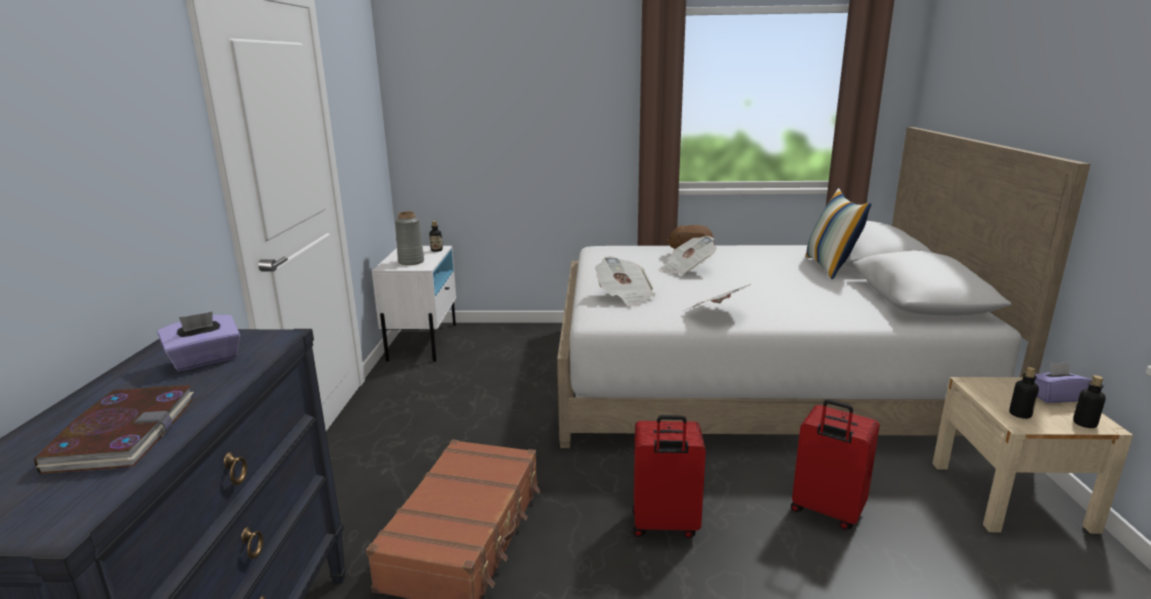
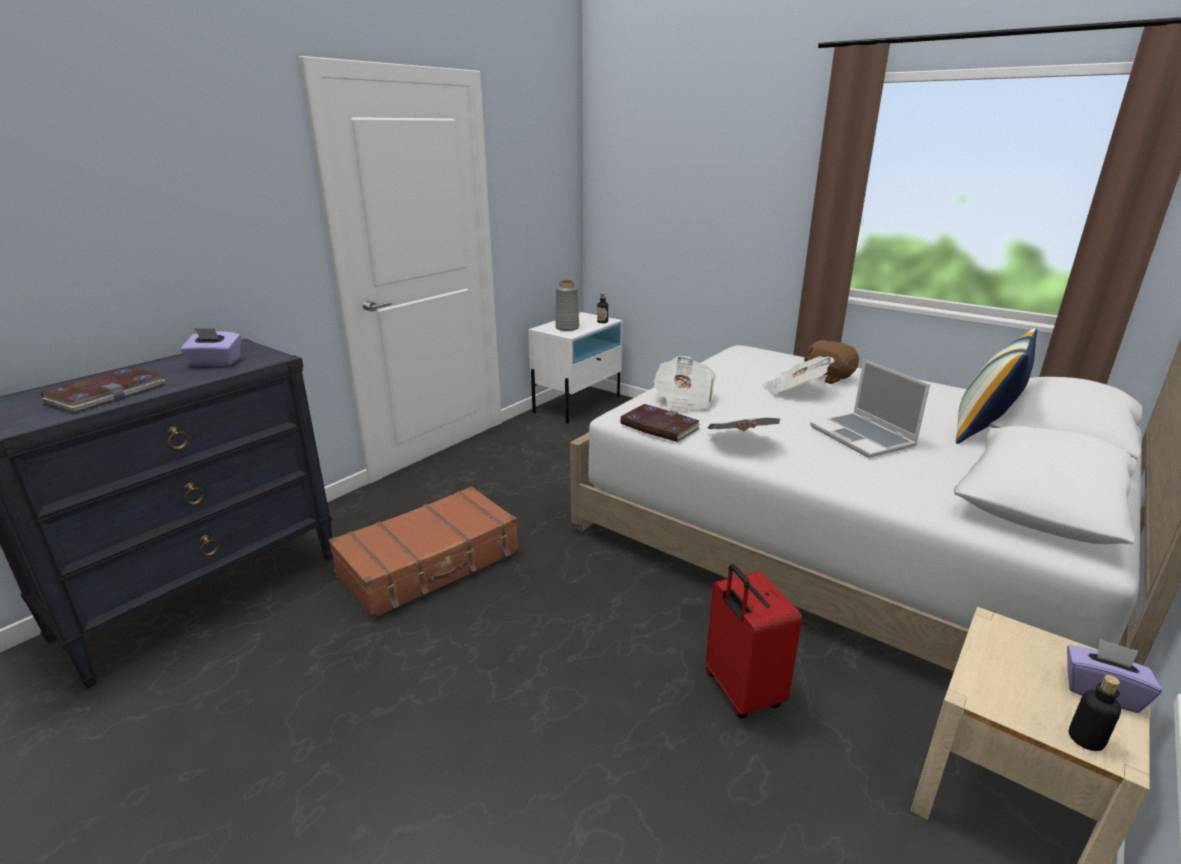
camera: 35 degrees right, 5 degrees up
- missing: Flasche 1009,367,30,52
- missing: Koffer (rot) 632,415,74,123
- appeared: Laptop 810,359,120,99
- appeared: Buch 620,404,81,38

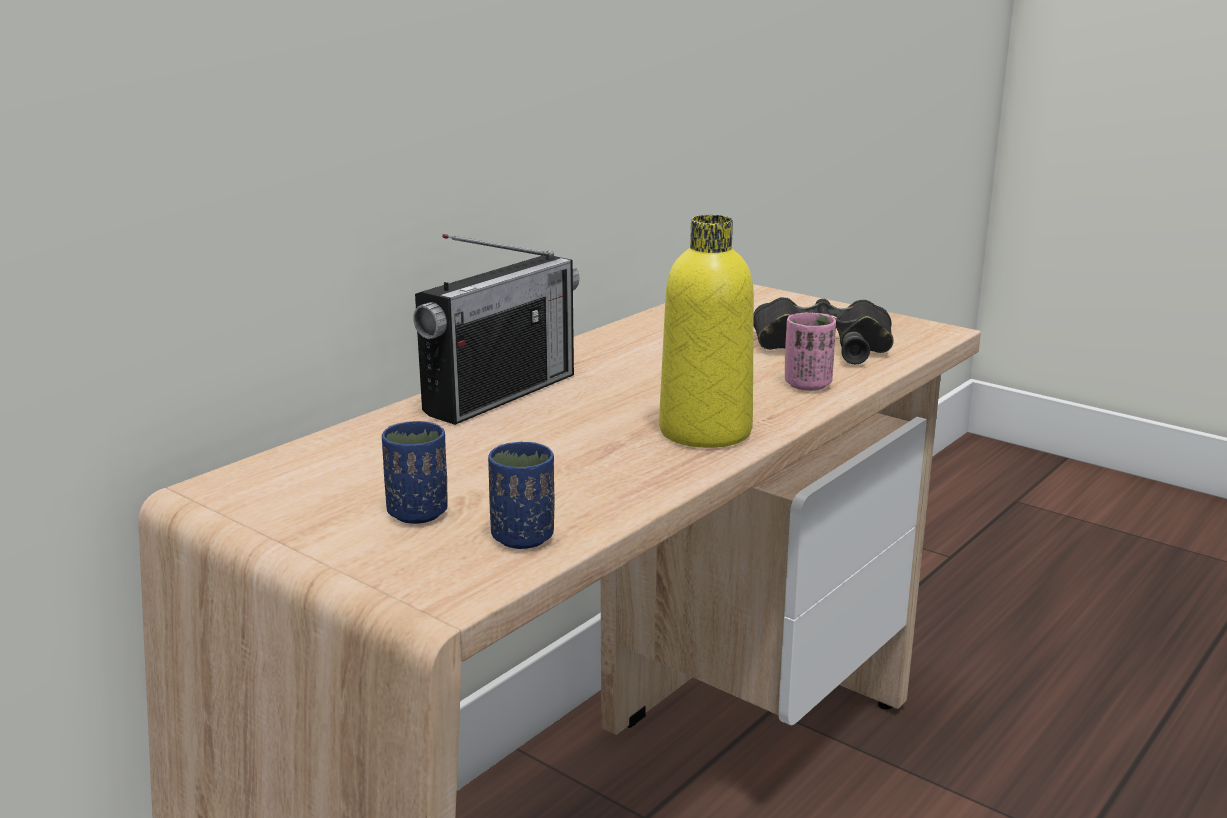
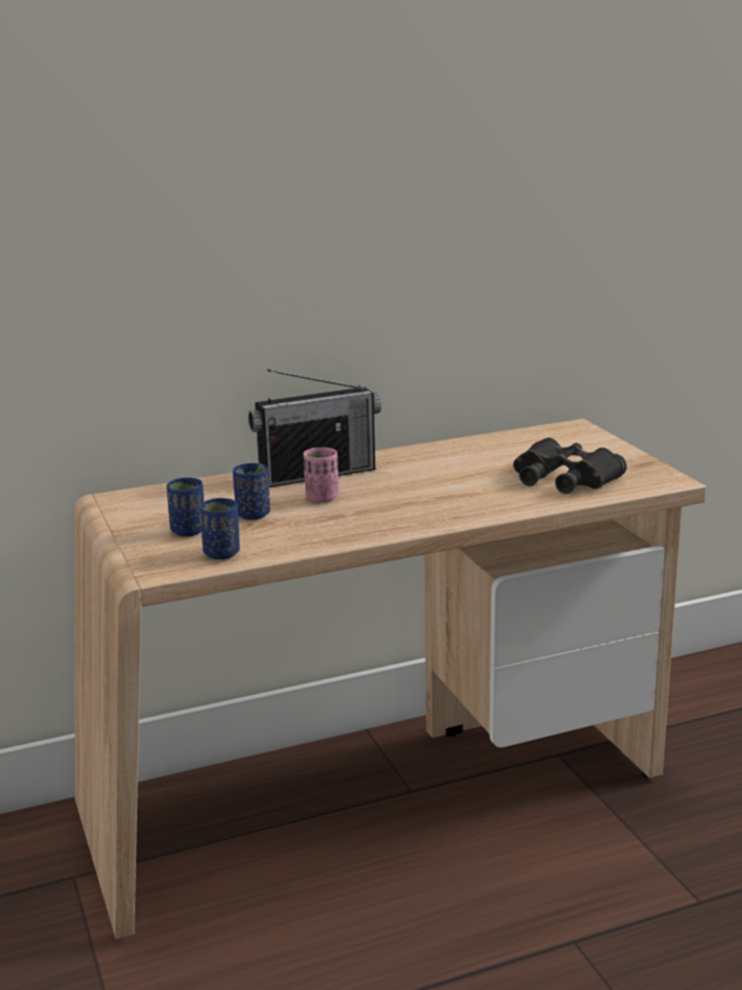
camera: 30 degrees right, 0 degrees up
- missing: Flasche (gelb) 659,215,95,233
- relocated: Tasse (rosa) 785,313,51,78 to 303,447,36,55
- appeared: Tasse (blau) 233,463,37,57

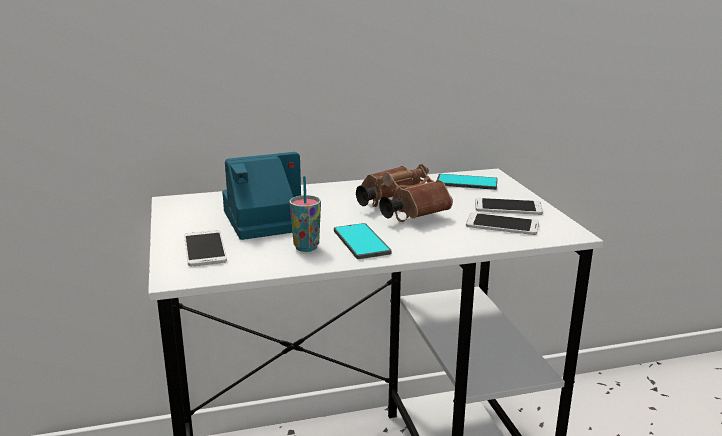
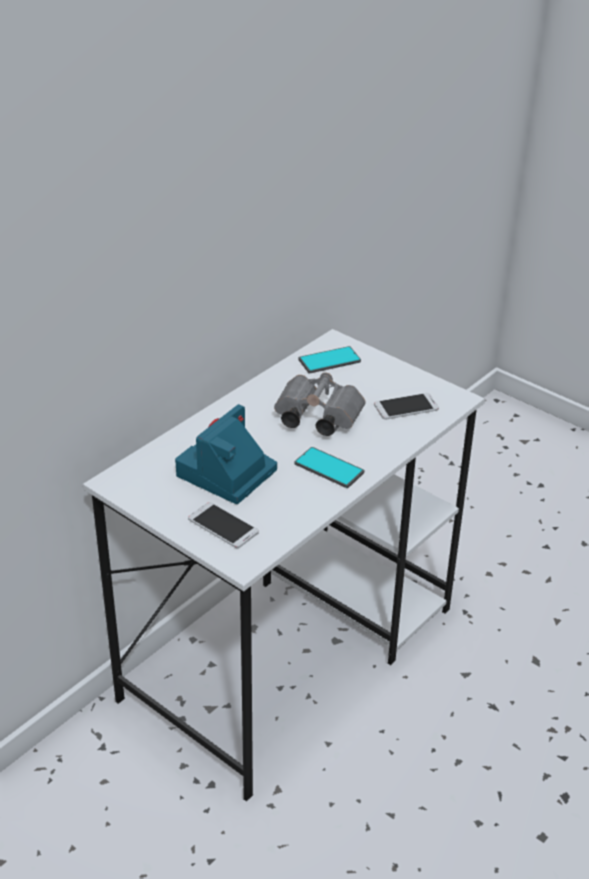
camera: 35 degrees left, 15 degrees up
- colour: Fernglas (braun) 356,164,97,58 to Fernglas (grau) 274,373,92,63
- missing: Tasse 289,176,32,76
- missing: Handy 475,198,68,17

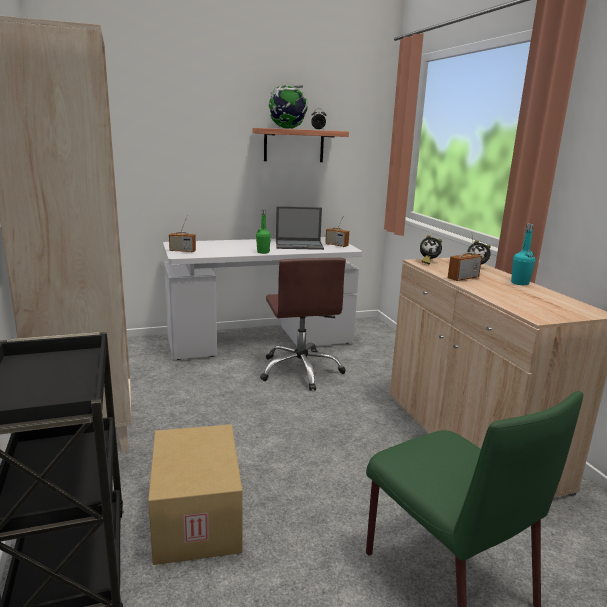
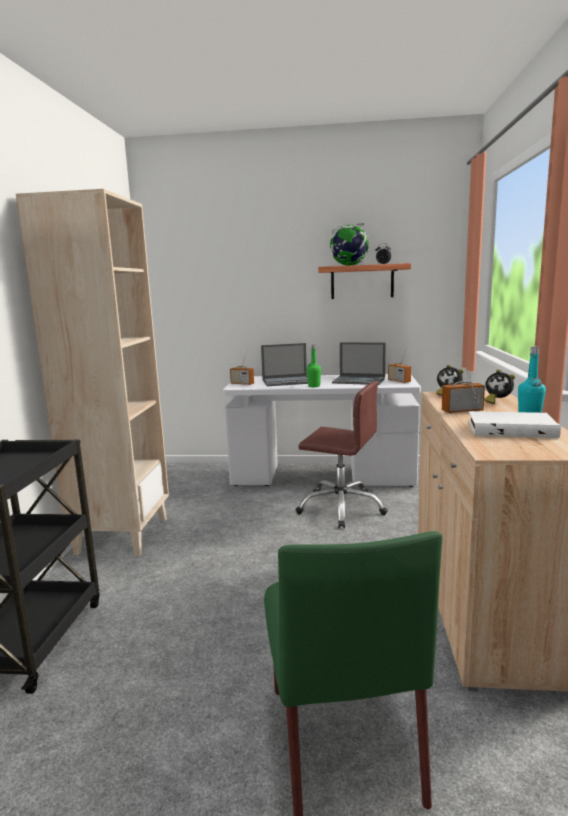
camera: 25 degrees right, 5 degrees down
- spun: Bürostuhl (braun) 260,258,86,133 = 295,381,93,147 75 degrees counterclockwise
- missing: Karton 148,424,95,141
- appeared: Laptop 261,343,47,43
- appeared: Buch (weiß) 468,411,93,27

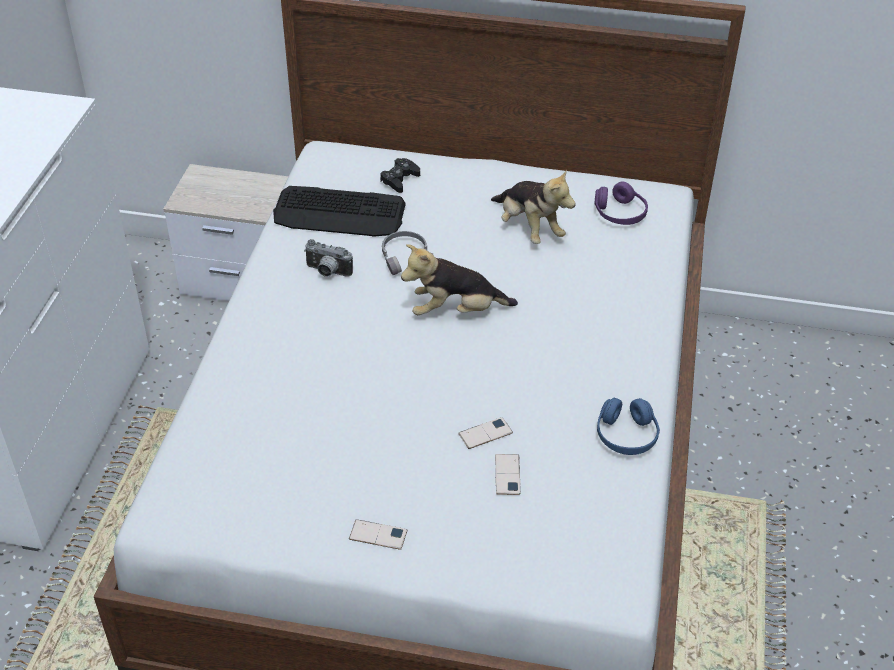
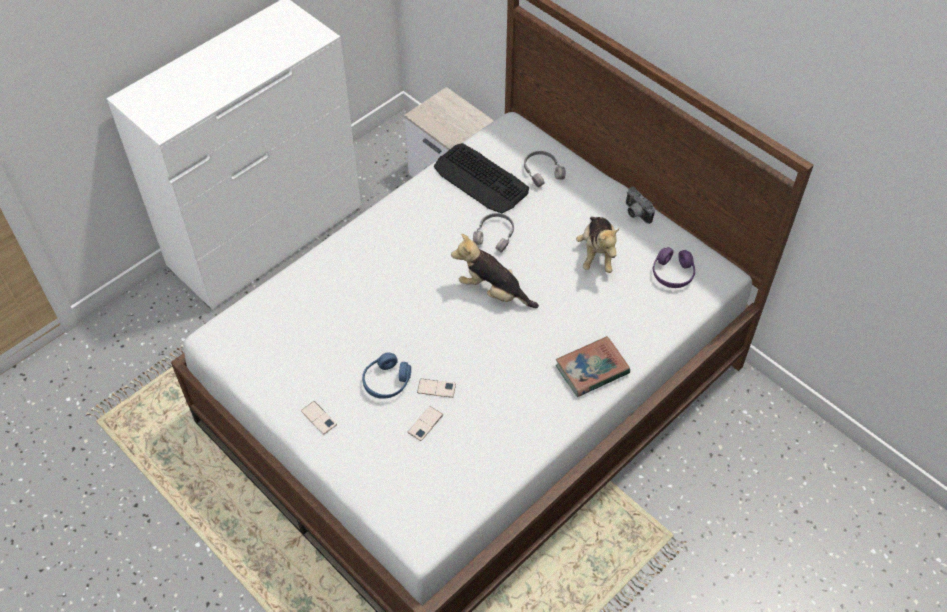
camera: 35 degrees right, 10 degrees up
- exchanged: Gamepad (schwarz) 380,158,40,35 to Kopfhörer (grau) 524,151,42,36
- relocated: Kamera 304,239,49,38 to 626,187,29,37
- relocated: Kopfhörer (blau) 597,397,63,58 to 362,353,49,46
- appeared: Buch 556,336,74,61

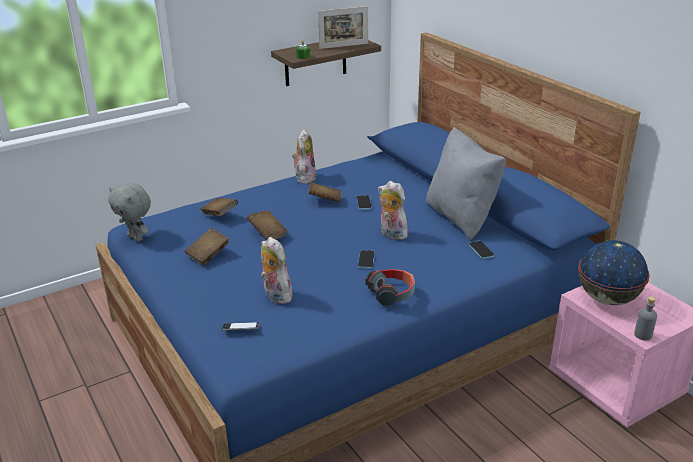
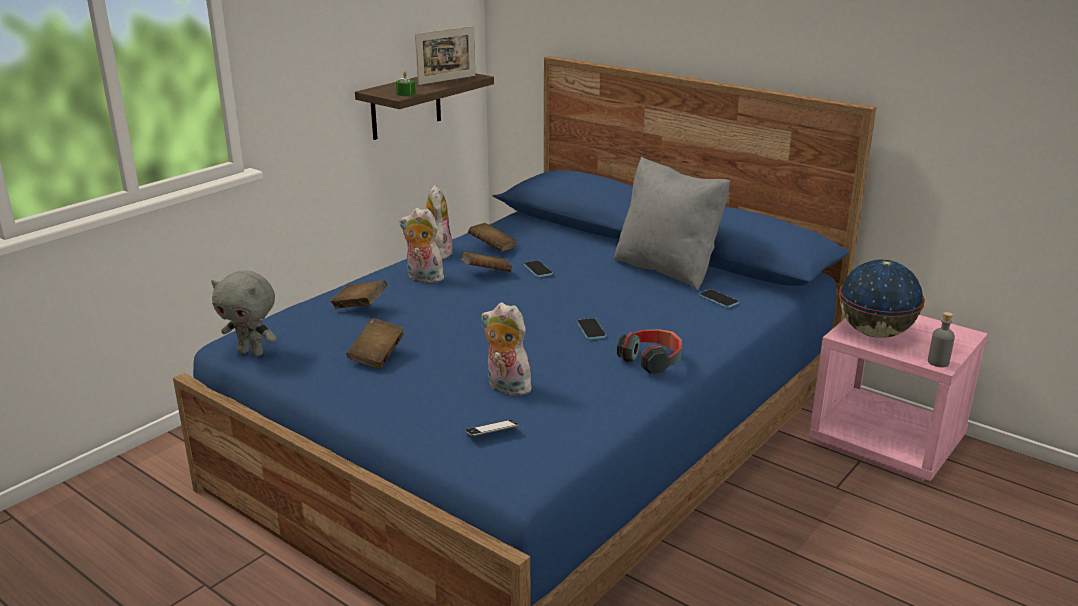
camera: 20 degrees left, 5 degrees down
- relocated: Plüschtier 378,181,30,59 to 400,208,46,75
- relocated: Buch (braun) 247,210,41,31 to 468,223,49,29

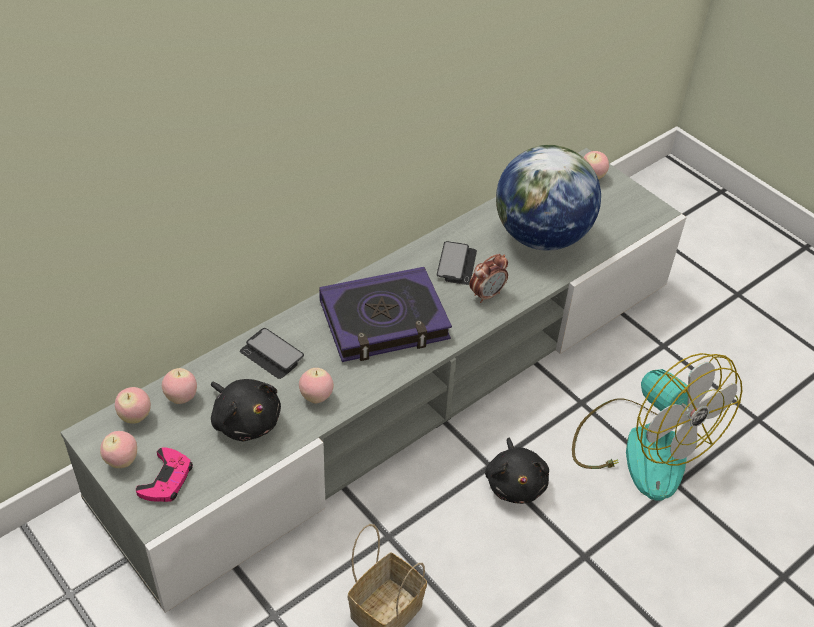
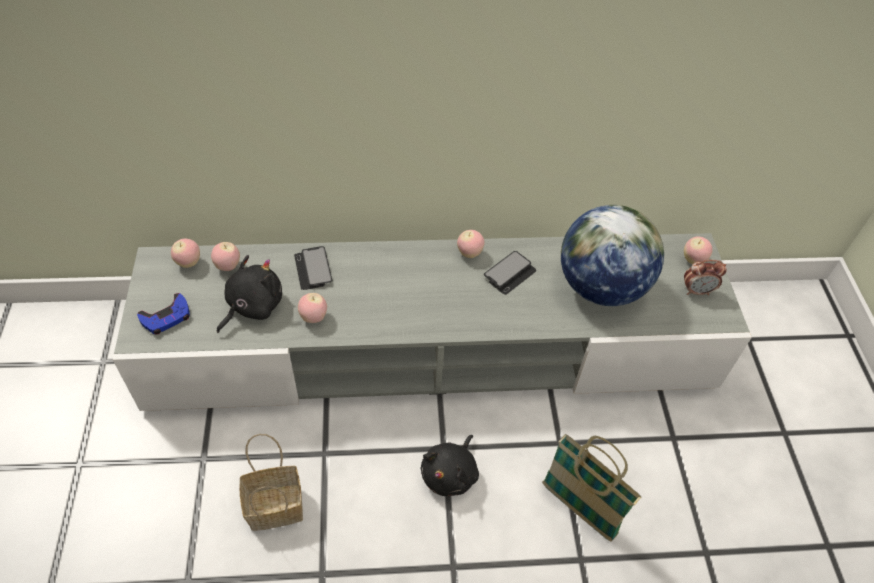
camera: 35 degrees right, 5 degrees up
- relocated: Wecker 469,254,39,49 to 684,260,43,35
- missing: Buch 319,267,133,95
- exchanged: Ventilator 572,353,170,148 to Korb 542,434,99,107
- spun: Plüschtier (schwarz) 211,379,70,62 = 217,255,65,78 135 degrees counterclockwise
- relocated: Apfel 100,431,37,37 to 457,230,28,28
- colour: Gamepad (rosa) 136,447,57,55 to Gamepad (blau) 137,293,53,42

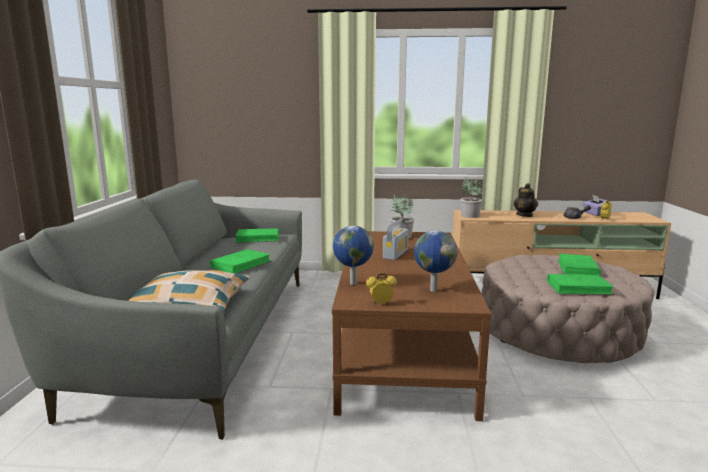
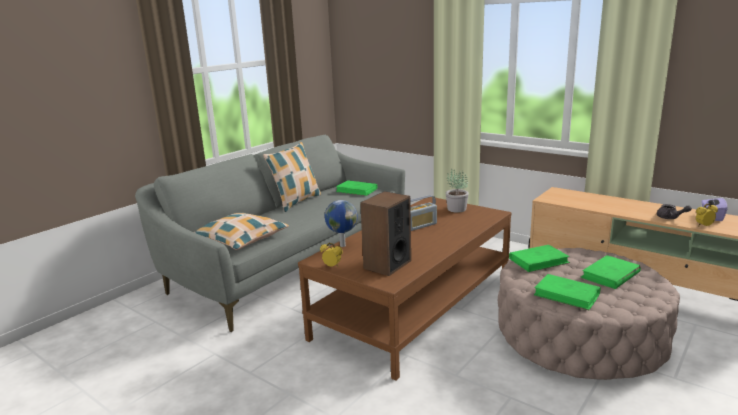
camera: 35 degrees right, 5 degrees up
- missing: Topfpflanze 460,177,23,41
- missing: Teekanne 514,183,24,34
- exchanged: Globus 414,230,43,62 to Lautsprecher 360,191,51,85
- relocated: Buch (grün) 210,249,61,24 to 509,245,61,27
- appeared: Kissen 263,142,58,70

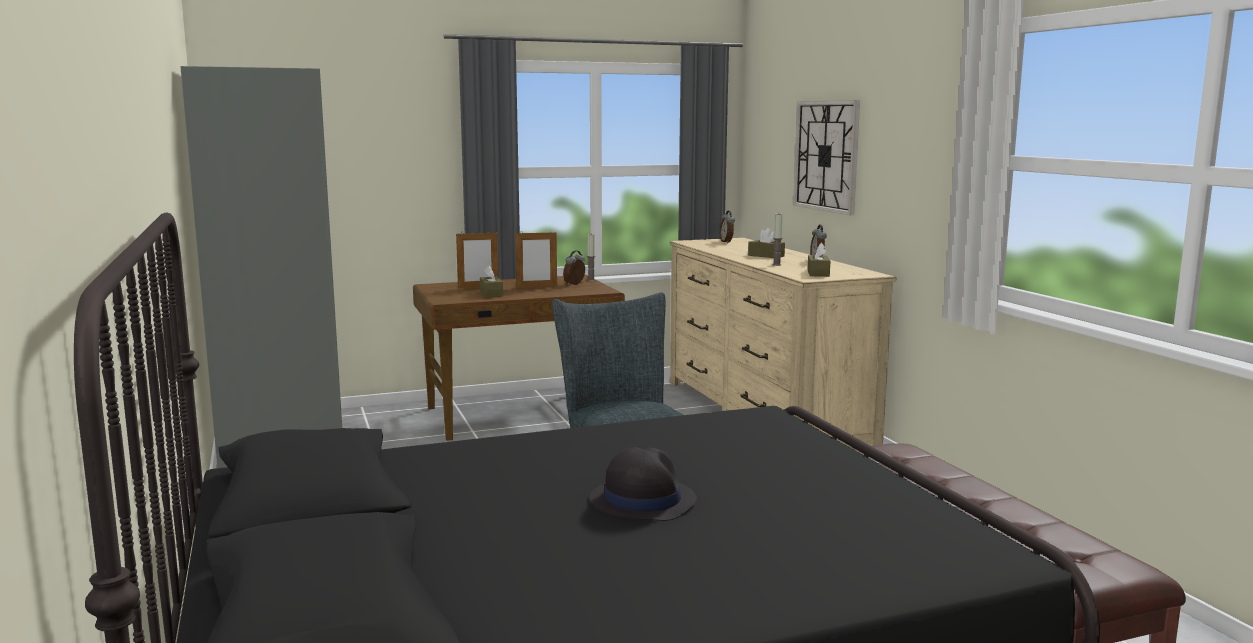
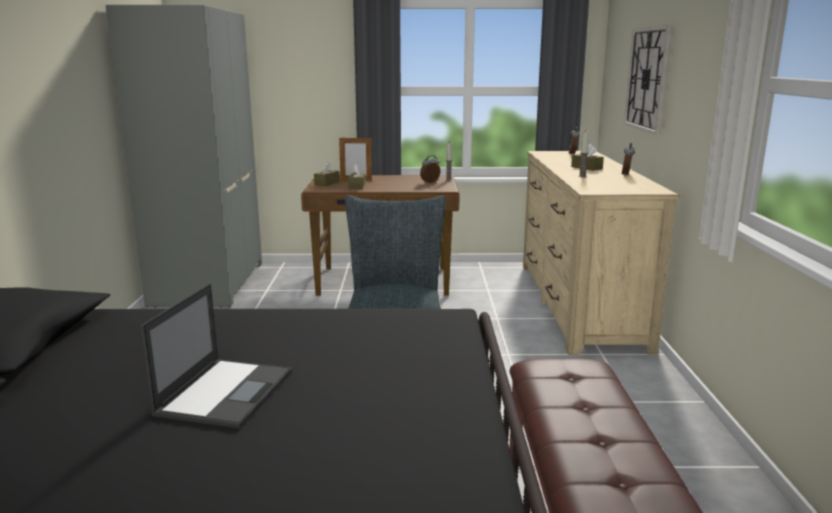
camera: 20 degrees right, 5 degrees up
- missing: Bilderrahmen 515,231,42,57
- relocated: Taschentuchbox (braun) 808,243,22,34 to 314,162,26,24
- exchanged: Hut (schwarz) 590,447,107,74 to Laptop 141,284,151,145

